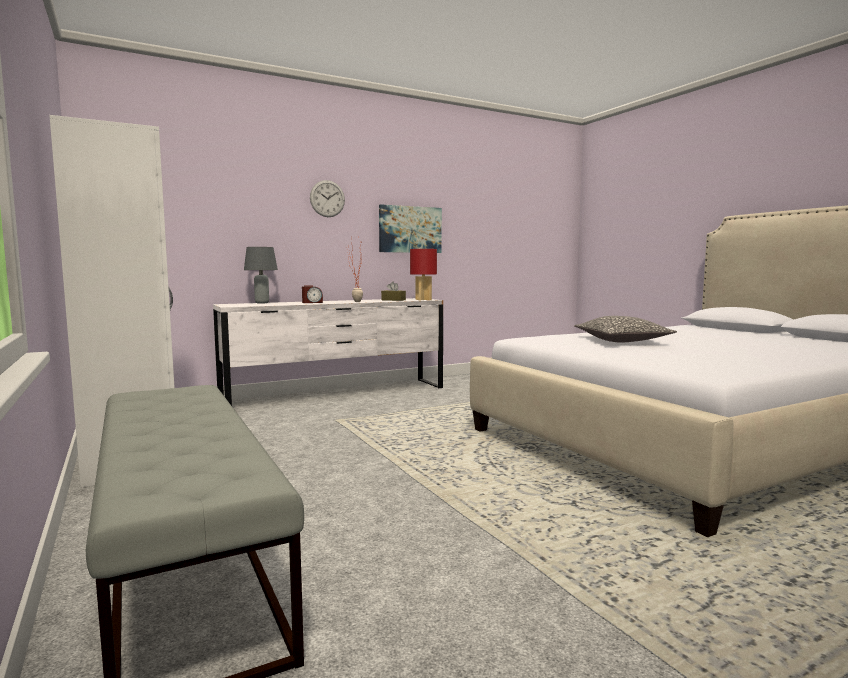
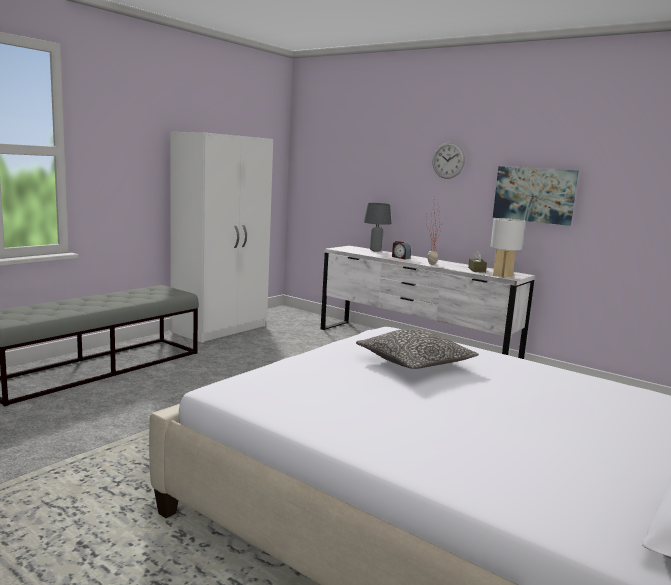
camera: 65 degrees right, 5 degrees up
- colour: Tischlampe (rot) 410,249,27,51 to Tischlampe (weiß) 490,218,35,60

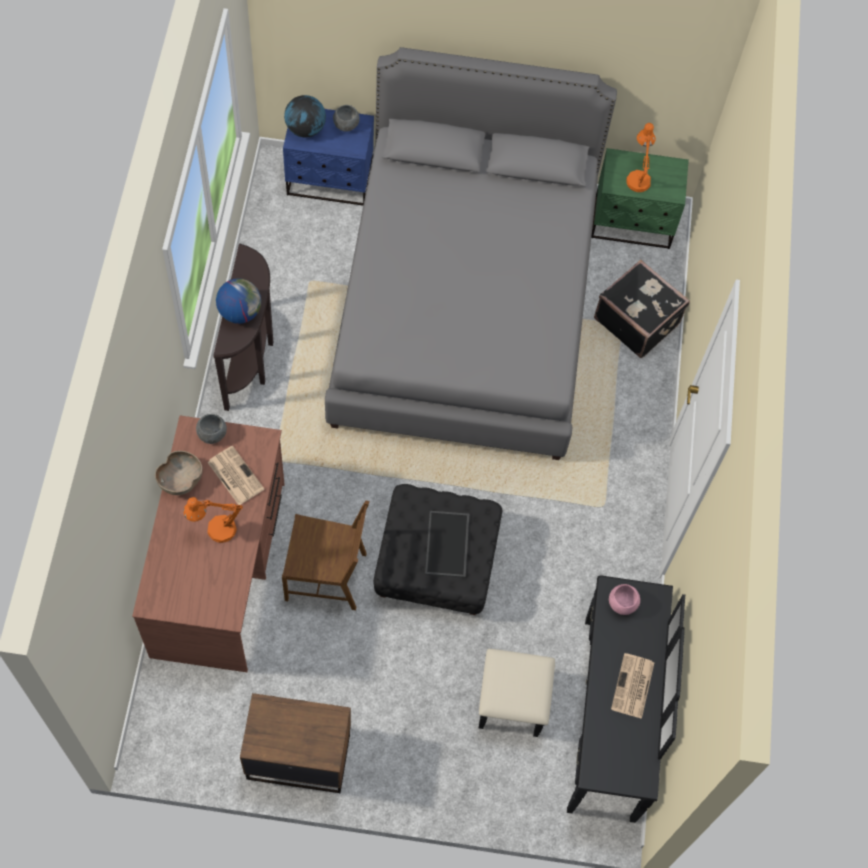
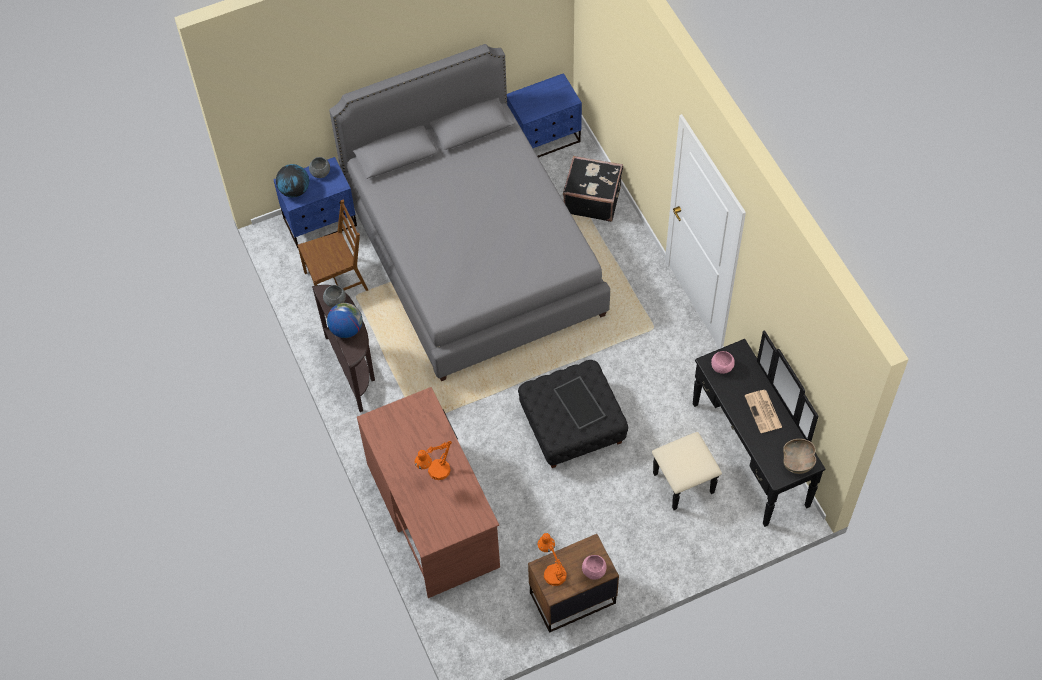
camera: 25 degrees left, 5 degrees down
- relocated: Tischlampe (orange) 626,123,30,69 to 538,533,29,53
- colour: Nachttisch (grün) 591,148,98,101 to Nachttisch (blau) 507,73,75,85
- relocated: Schüssel (grau) 196,414,31,30 to 323,285,23,22
- missing: Zeitung 207,446,57,59
- relocated: Schüssel (braun) 155,451,48,44 to 783,439,33,35
- relocated: Stuhl (braun) 282,500,87,110 to 297,199,71,92
- appeared: Schüssel (rosa) 582,555,25,25

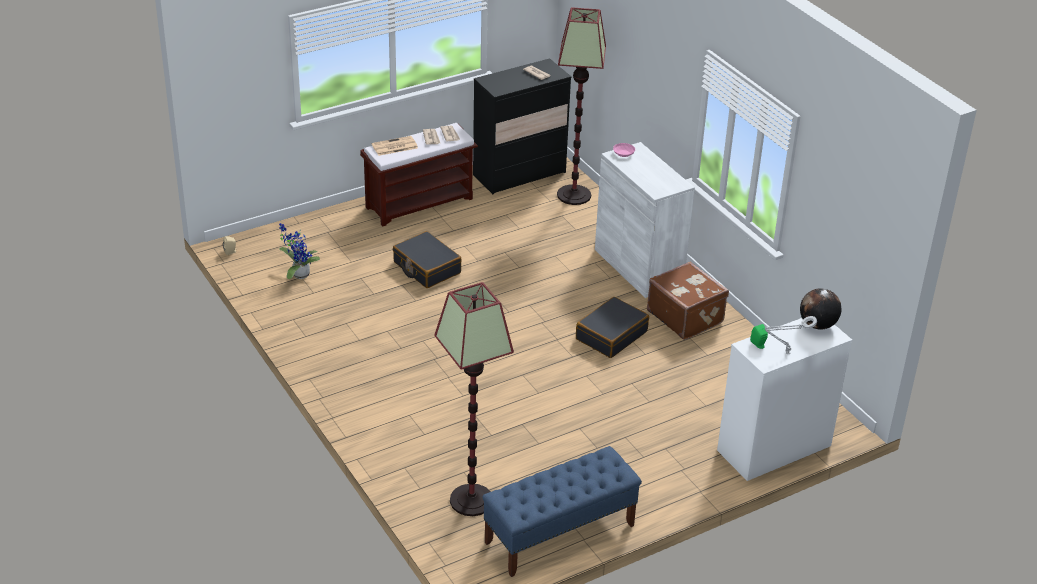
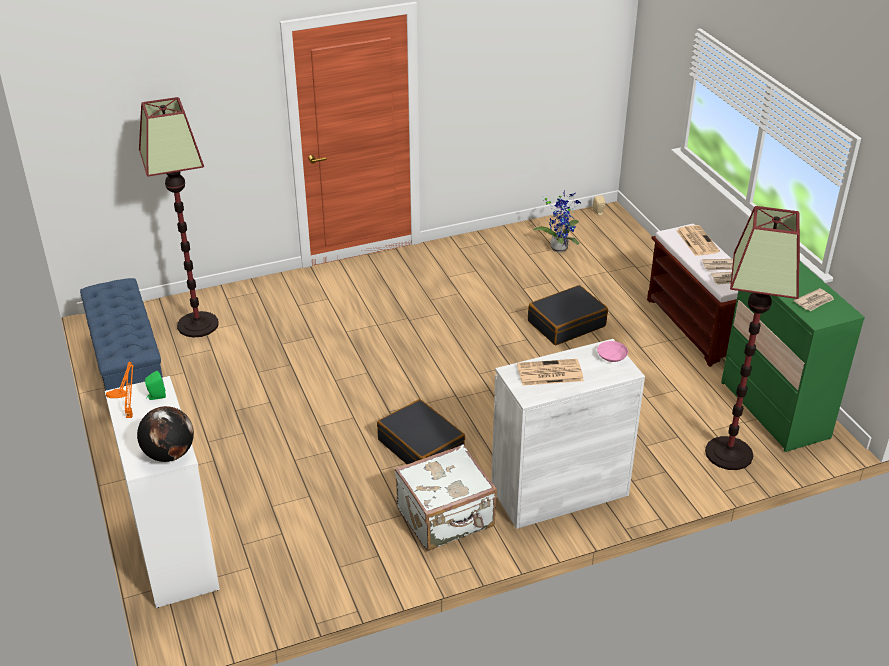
camera: 100 degrees right, 0 degrees up
- colour: Kommode (schwarz) 473,58,98,137 to Kommode (grün) 721,262,144,190
- colour: Koffer (braun) 647,262,82,78 to Koffer (weiß) 395,444,102,107
- colour: Tischlampe (grau) 765,316,52,38 to Tischlampe (orange) 106,362,28,56
- appeared: Zeitung 517,359,67,27

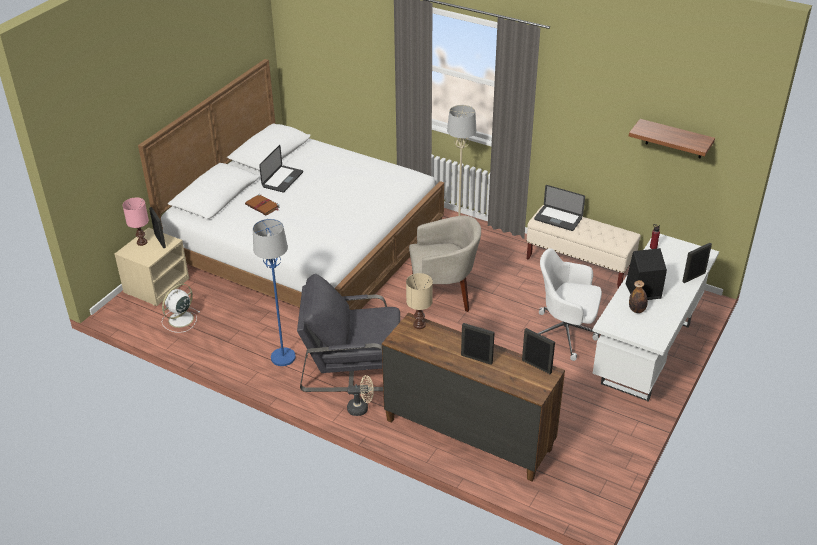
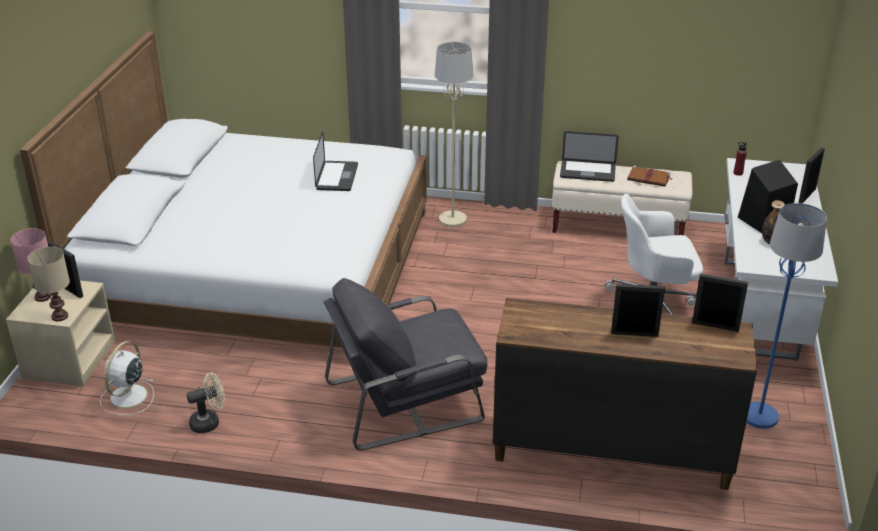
camera: 20 degrees left, 5 degrees down
- missing: Wandregal 629,119,86,40
- relocated: Laptop 259,145,44,48 to 313,131,45,60
- relocated: Buch (braun) 245,194,35,21 to 627,166,45,21
- missing: Sessel (beige) 409,215,72,97
- relocated: Stehlampe (blau) 253,219,43,147 to 746,203,81,226
- relocated: Tischlampe (beige) 406,273,27,56 to 27,247,43,74
- relocated: Ventilator (beige) 347,375,27,41 to 186,372,39,61

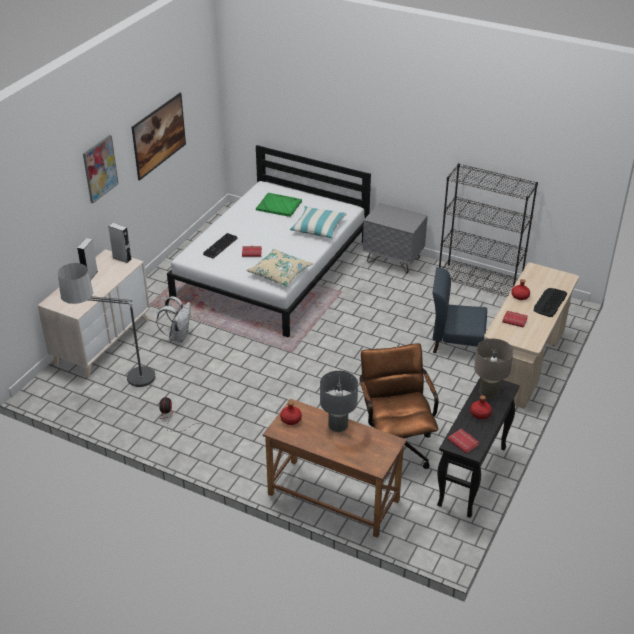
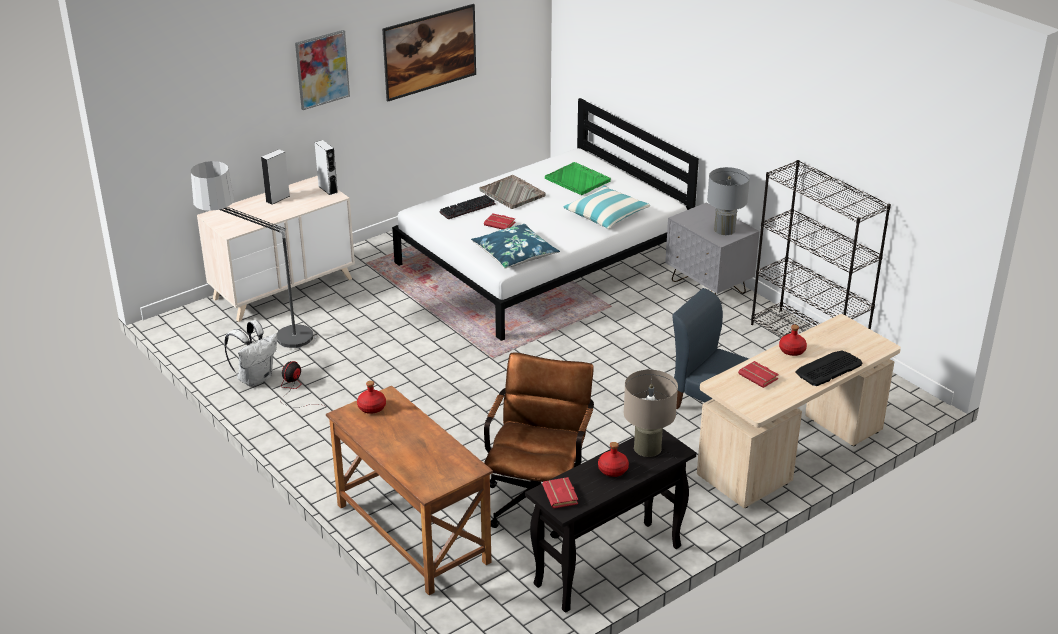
camera: 25 degrees right, 5 degrees down
- colour: Kissen (beige) 246,249,67,38 to Kissen (blau) 471,224,89,45
- relocated: Rucksack (weiß) 156,296,35,46 to 224,320,53,67
- relocated: Tischlampe (grau) 320,371,38,61 to 707,167,43,68
- appeared: Tablett (grau) 479,175,67,34

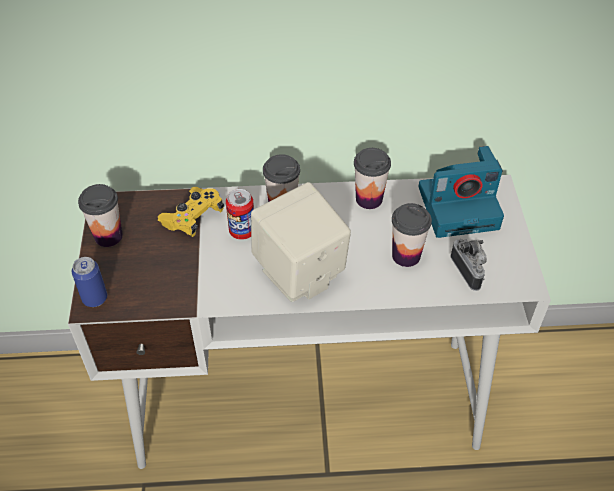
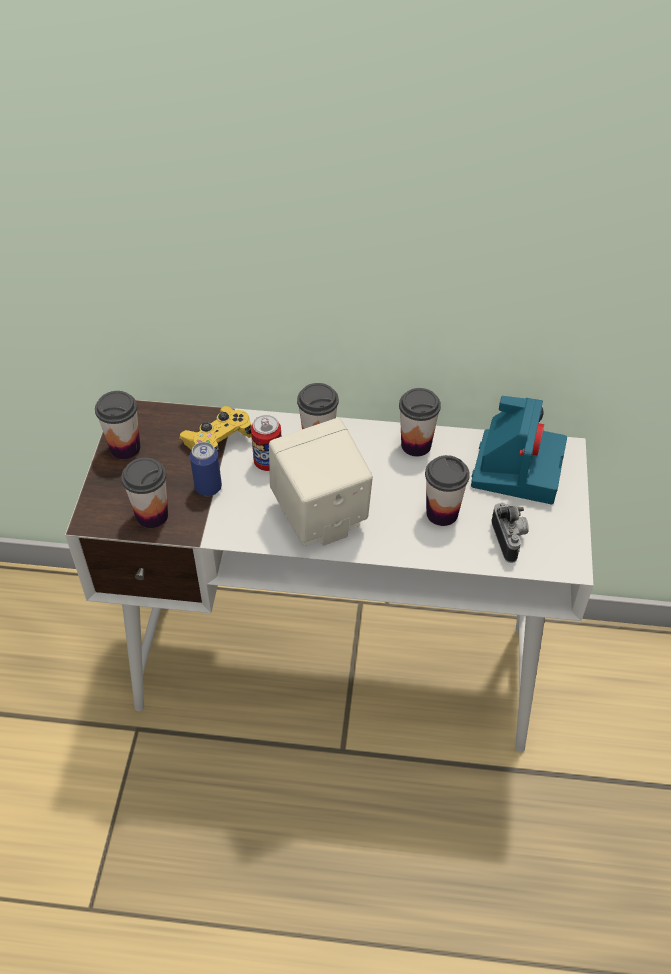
camera: 10 degrees right, 0 degrees up
- spun: Kamera 418,146,86,92 = 471,396,96,108 75 degrees counterclockwise
- relocated: Dose 72,257,35,50 to 190,442,32,54
- appeared: Tasse 121,458,47,70

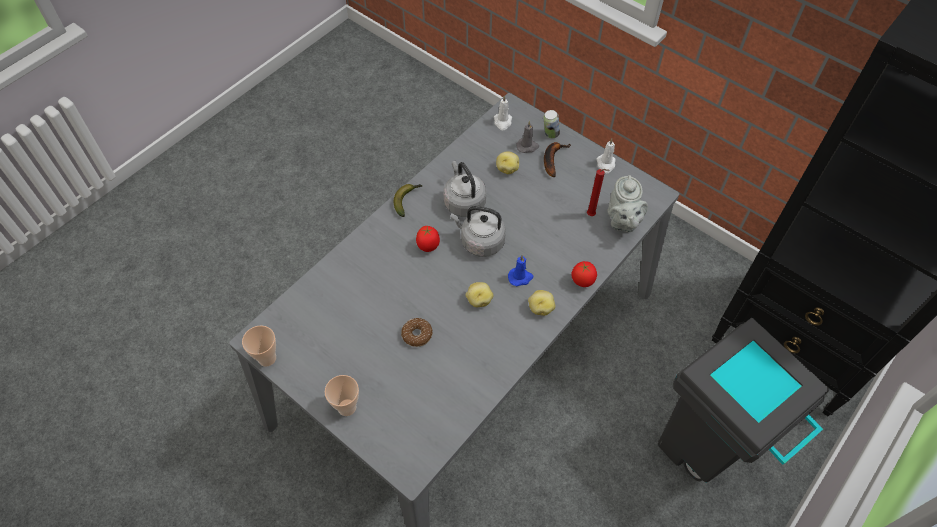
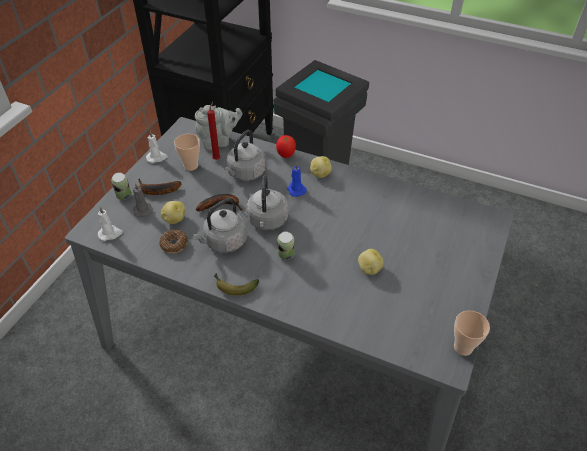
camera: 105 degrees left, 10 degrees down
- exchanged: Tomate 416,226,24,26 to Dose 277,231,17,29
- relocated: Kartoffel 466,282,28,25 to 358,249,26,26
- relocated: Donut 401,318,32,29 to 159,230,29,23
- relocated: Tasse 325,375,34,41 to 174,134,26,37
- appeared: Wasserkessel (grau) 224,130,42,51
- appeared: Banane 196,194,46,17

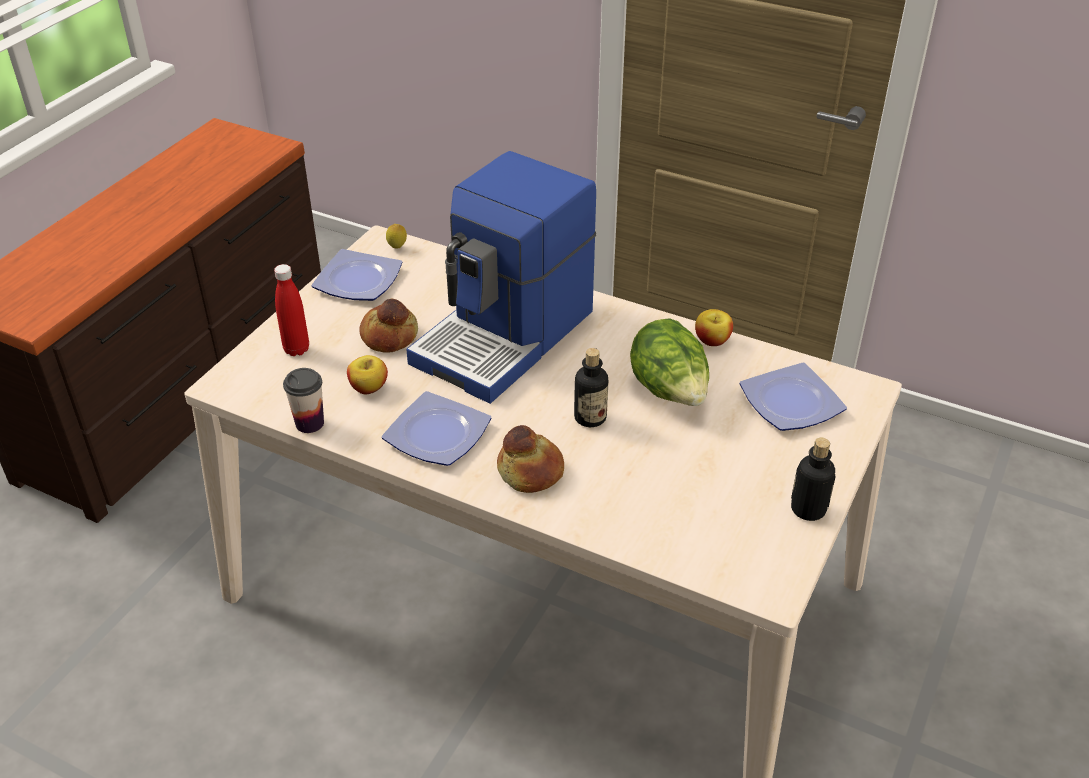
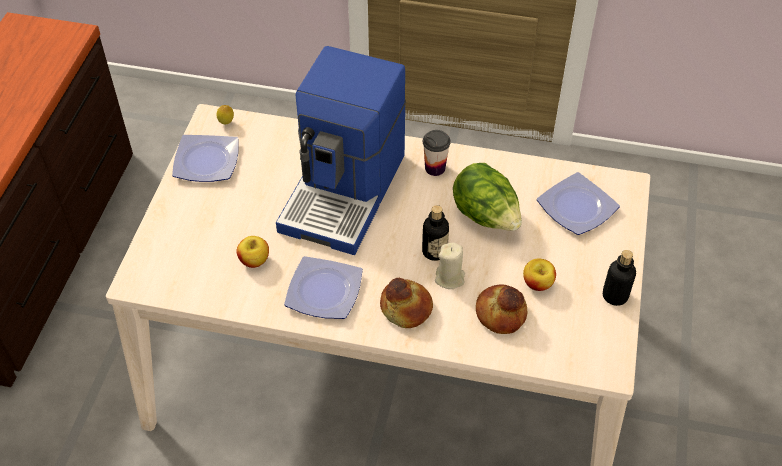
camera: 15 degrees left, 10 degrees up
- missing: Flasche (rot) 274,264,35,92
- relocated: Brot 359,299,59,54 to 476,285,51,49
- relocated: Apfel 695,309,38,37 to 523,258,33,33
- relocated: Tasse 283,368,41,65 to 423,130,27,46
- appeared: Kerze (beige) 435,243,30,46

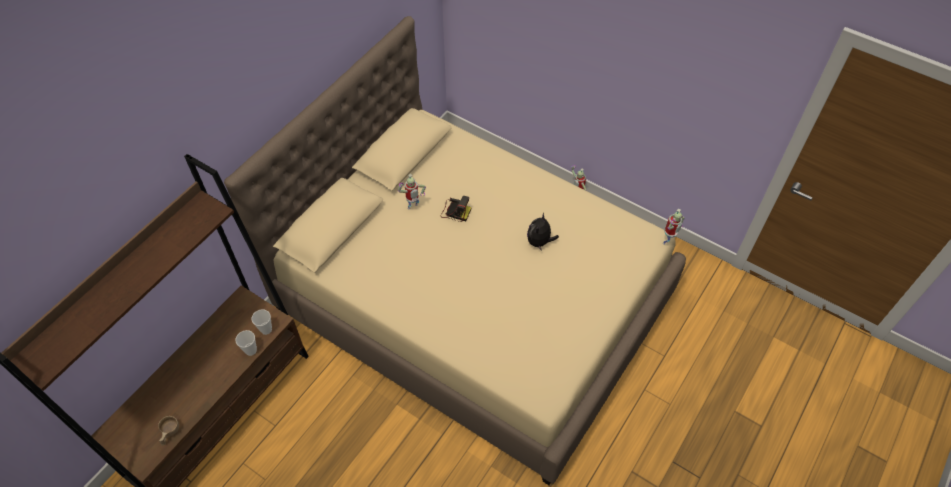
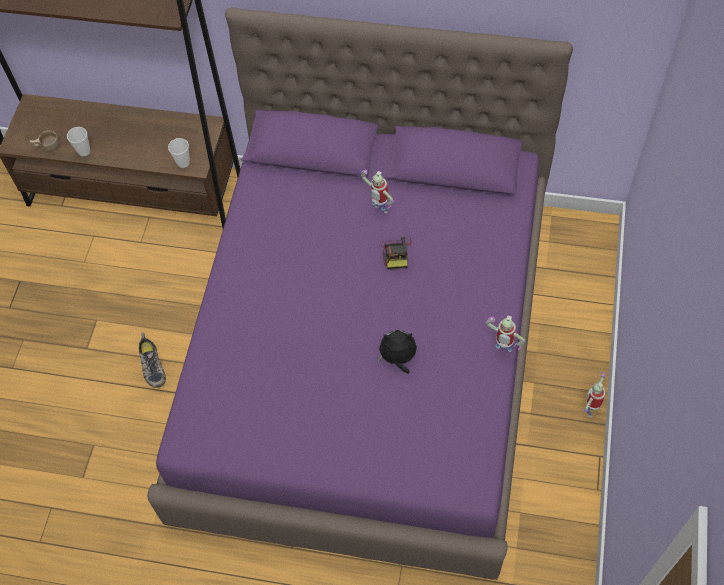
camera: 70 degrees right, 5 degrees up
- colour: Bett (beige) 224,16,462,469 to Bett (lila) 147,7,426,573
- relocated: Spielzeugroboter 662,208,23,37 to 486,316,40,36
- relocated: Tasse 236,330,21,26 to 67,127,23,29
- appeared: Schuh 139,332,27,56

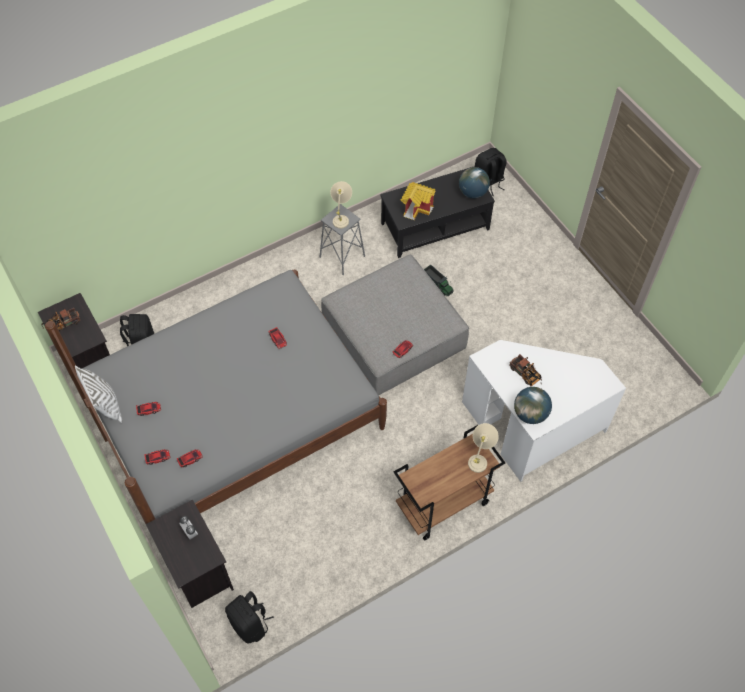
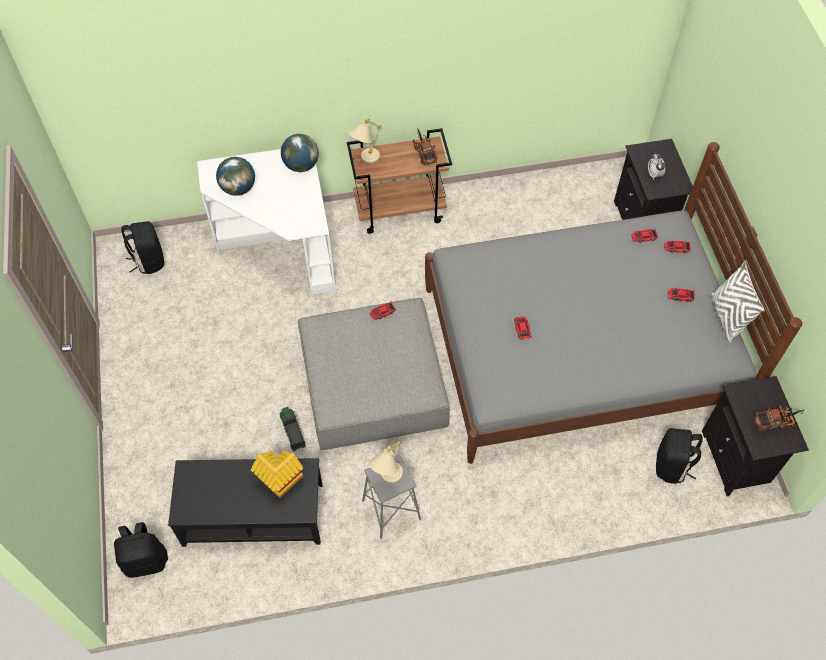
camera: 160 degrees left, 0 degrees up
- relocated: Globus 459,167,31,31 to 216,157,39,39
- relocated: Spielzeuglaster 509,354,33,32 to 413,128,24,38
- relocated: Rucksack (schwarz) 225,591,49,53 to 121,221,43,53

